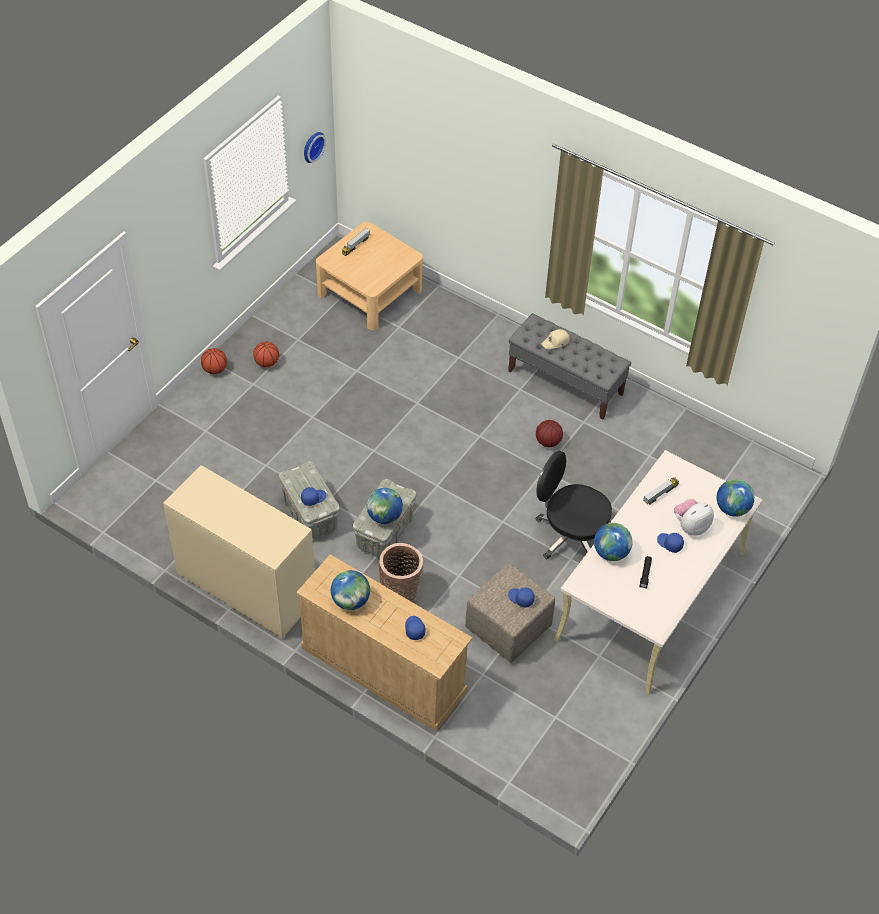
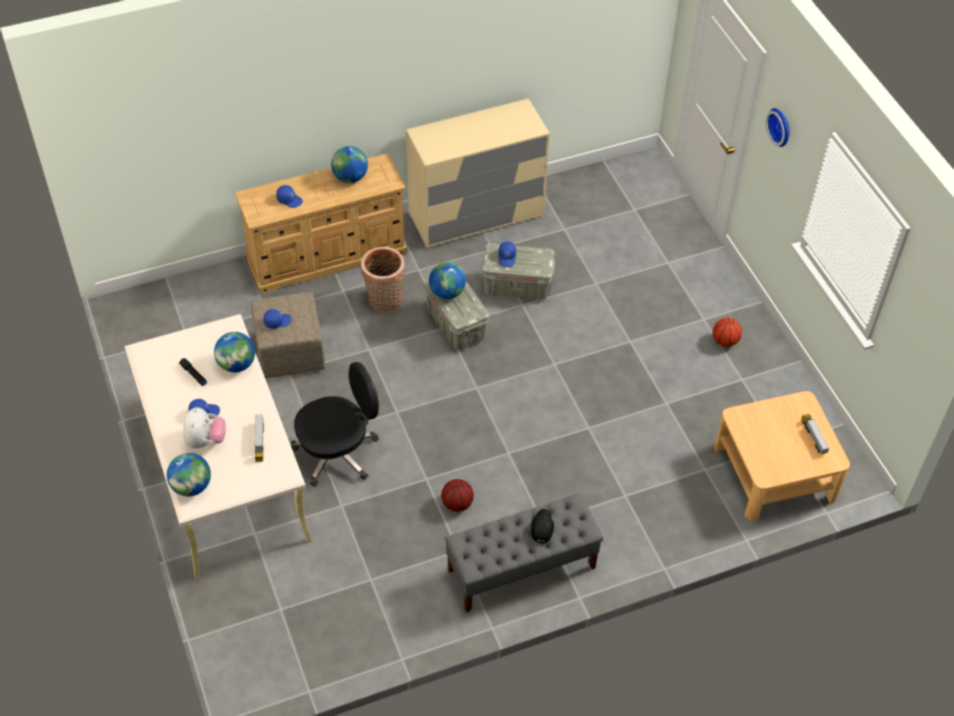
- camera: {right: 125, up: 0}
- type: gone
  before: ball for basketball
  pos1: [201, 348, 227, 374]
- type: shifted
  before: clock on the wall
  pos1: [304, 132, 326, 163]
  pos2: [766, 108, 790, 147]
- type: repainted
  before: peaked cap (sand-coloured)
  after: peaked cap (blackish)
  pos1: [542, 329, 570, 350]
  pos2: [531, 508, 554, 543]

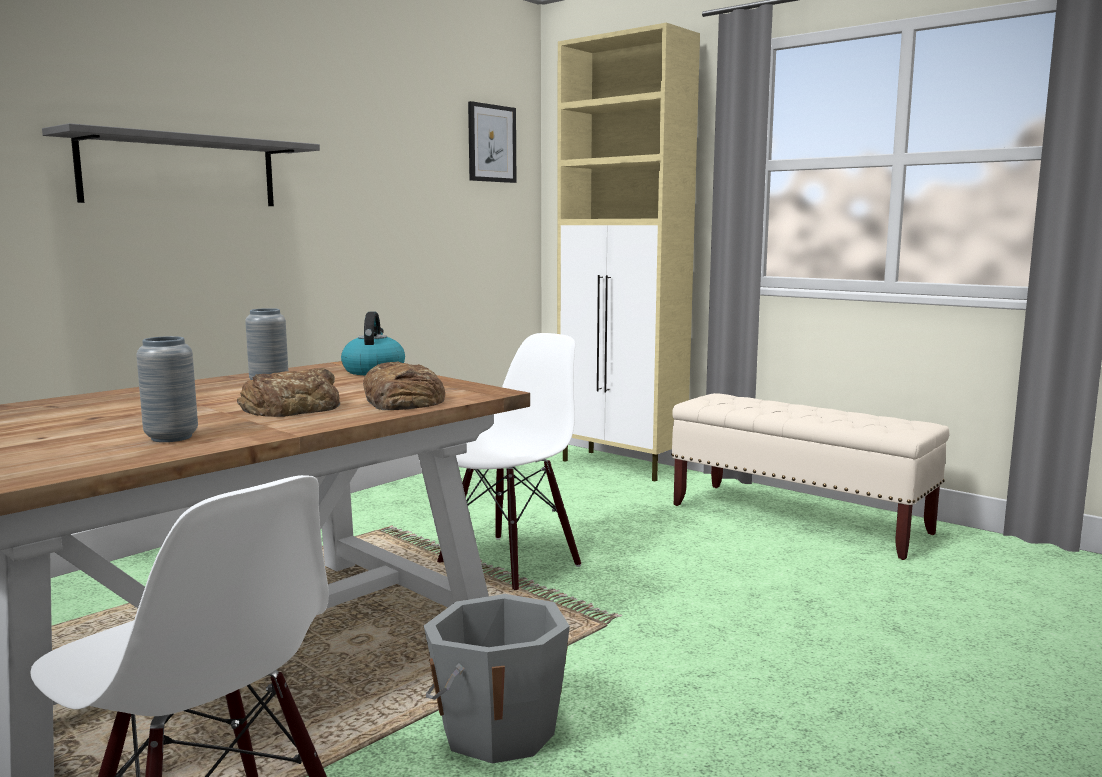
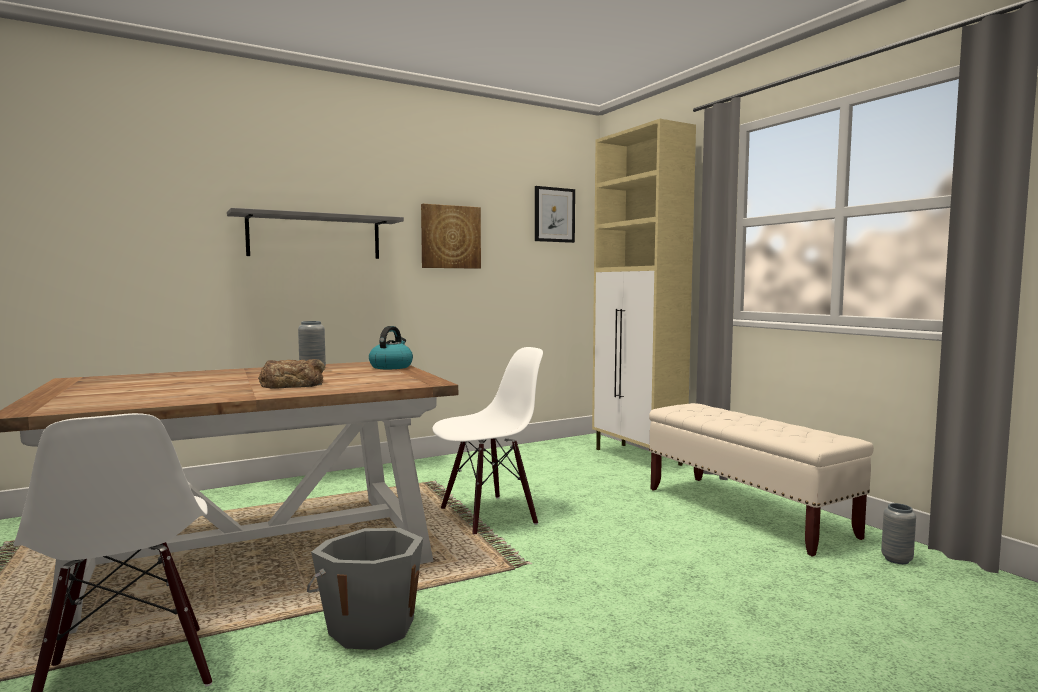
- camera: {right: 20, up: -5}
- type: gone
  before: bakery bread
  pos1: [363, 361, 445, 410]
- type: new
  after: wall picture
  pos2: [421, 204, 481, 269]
- type: shifted
  before: flower vase (gray)
  pos1: [136, 336, 198, 442]
  pos2: [881, 503, 916, 564]

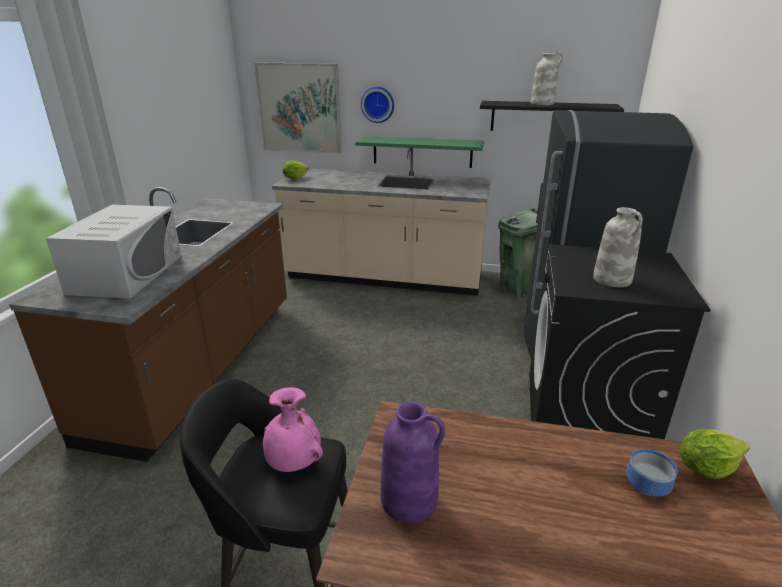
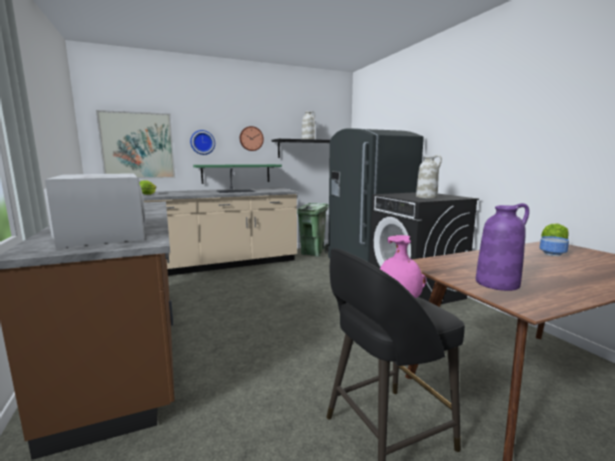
- camera: {right: -35, up: -15}
- type: new
  after: clock on the wall
  pos2: [240, 126, 264, 151]

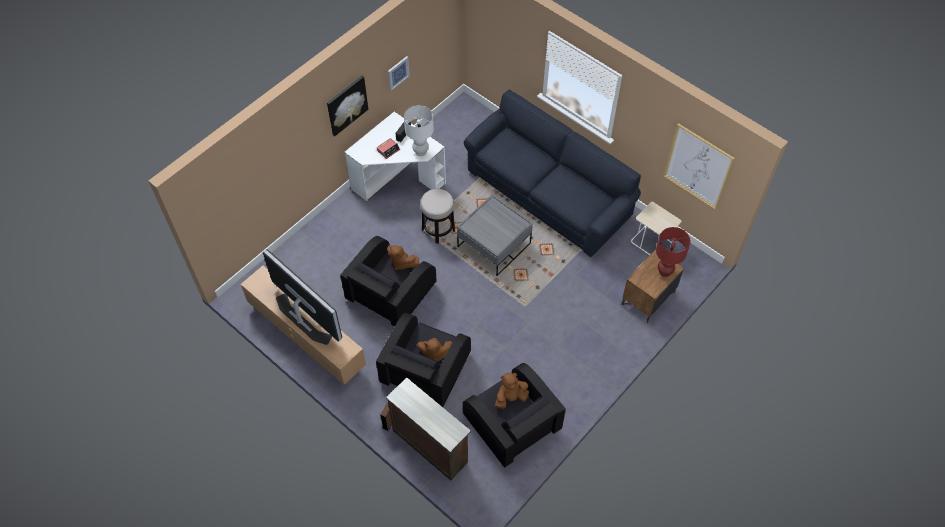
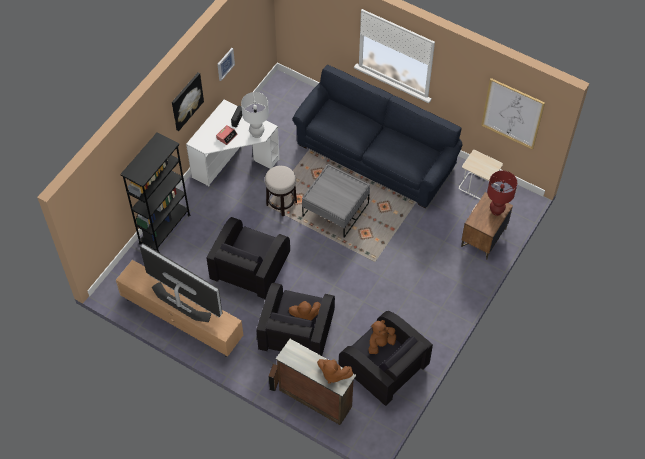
- camera: {right: -10, up: 0}
- type: new
  after: bookshelf (blackish)
  pos2: [120, 132, 191, 253]
- type: shifted
  before: cuddly toy (brownish)
  pos1: [387, 245, 419, 270]
  pos2: [317, 359, 353, 384]

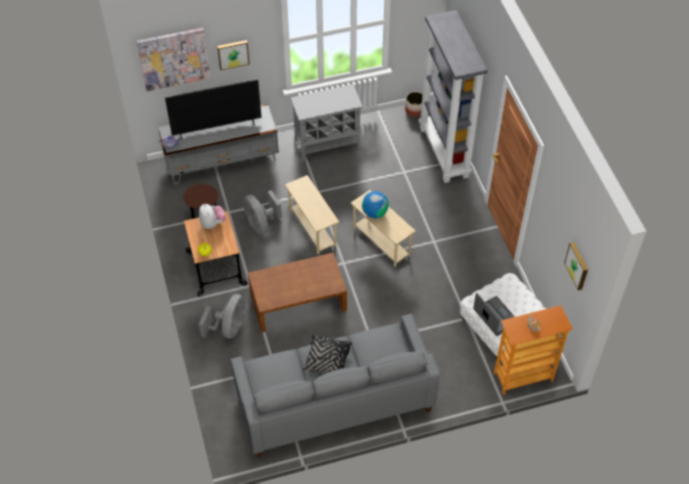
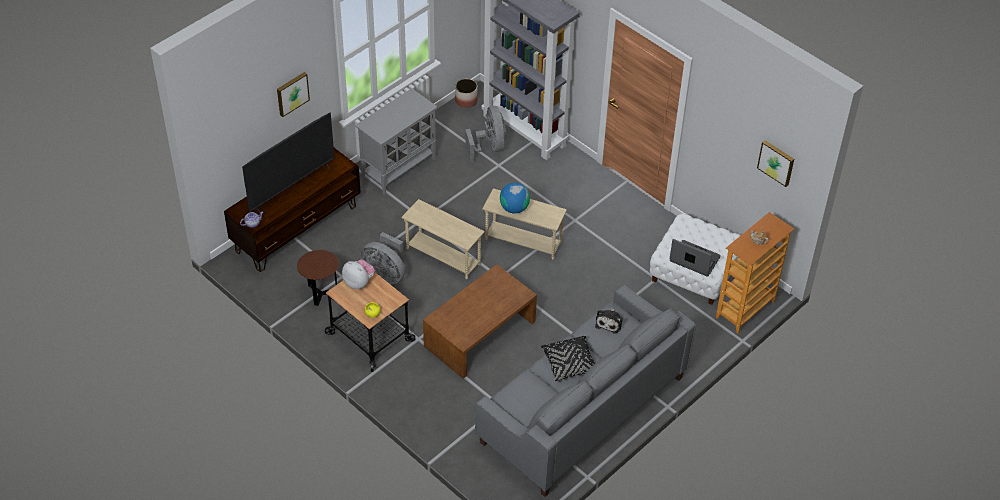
- camera: {right: -30, up: -5}
- type: gone
  before: wall picture
  pos1: [136, 28, 210, 91]
- type: new
  after: cuddly toy
  pos2: [595, 308, 622, 333]
- type: shifted
  before: fan (gray)
  pos1: [199, 294, 245, 338]
  pos2: [466, 106, 506, 163]
- type: repainted
  before: media console (gray)
  after: media console (brownish)
  pos1: [158, 104, 279, 184]
  pos2: [224, 148, 361, 272]

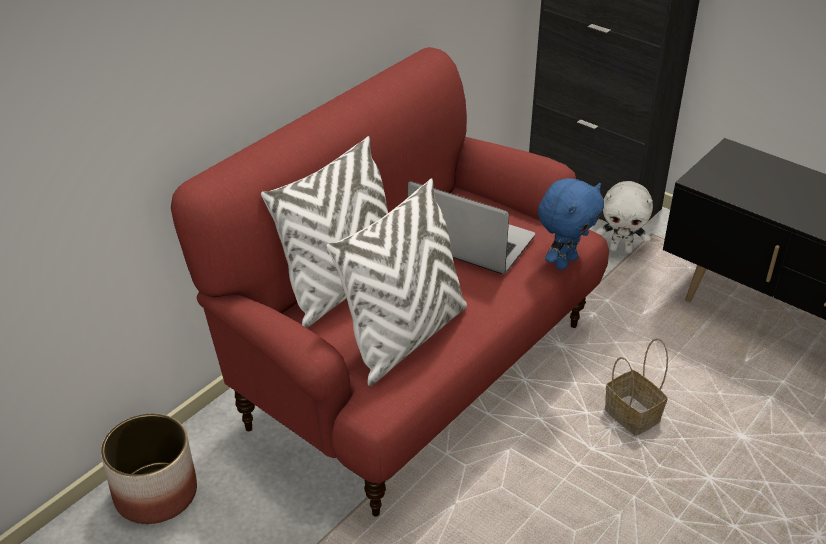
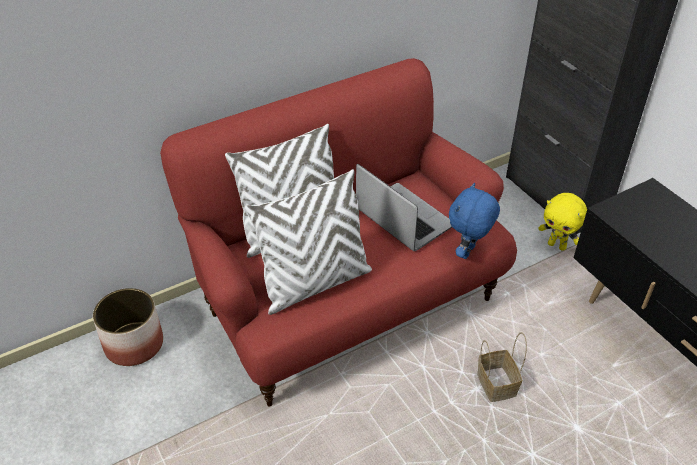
- camera: {right: 20, up: 5}
- type: repainted
  before: cuddly toy (white-coloured)
  after: cuddly toy (yellow-coloured)
  pos1: [596, 181, 653, 254]
  pos2: [538, 193, 587, 251]
- type: rotated
  before: cuddly toy (blue-coloured)
  pos1: [538, 178, 604, 270]
  pos2: [449, 183, 500, 259]
  turn: 150

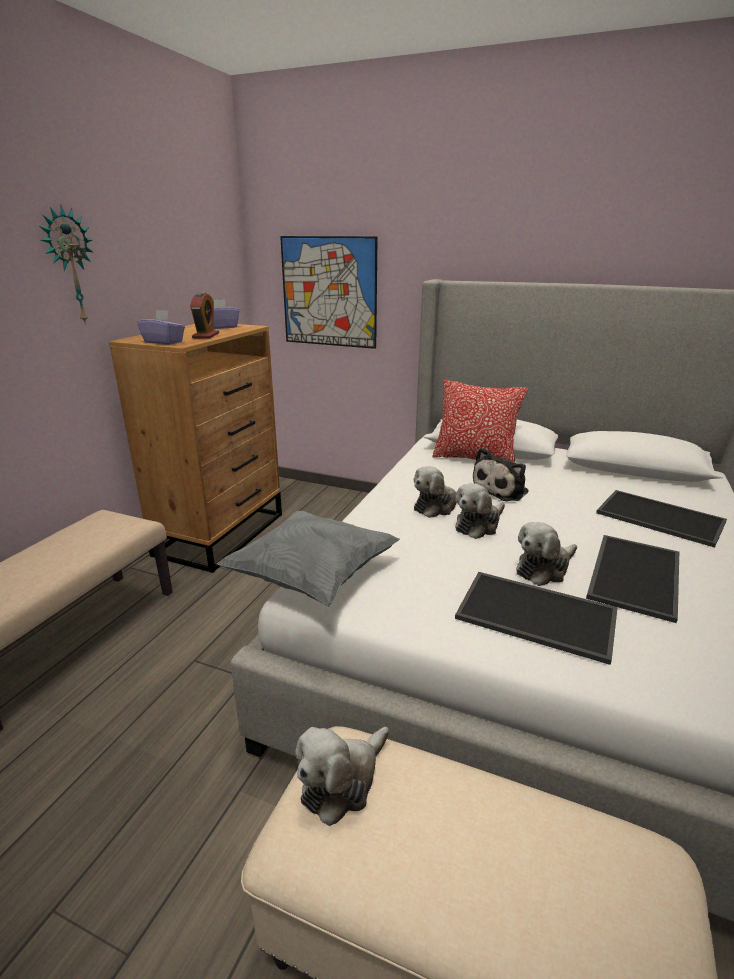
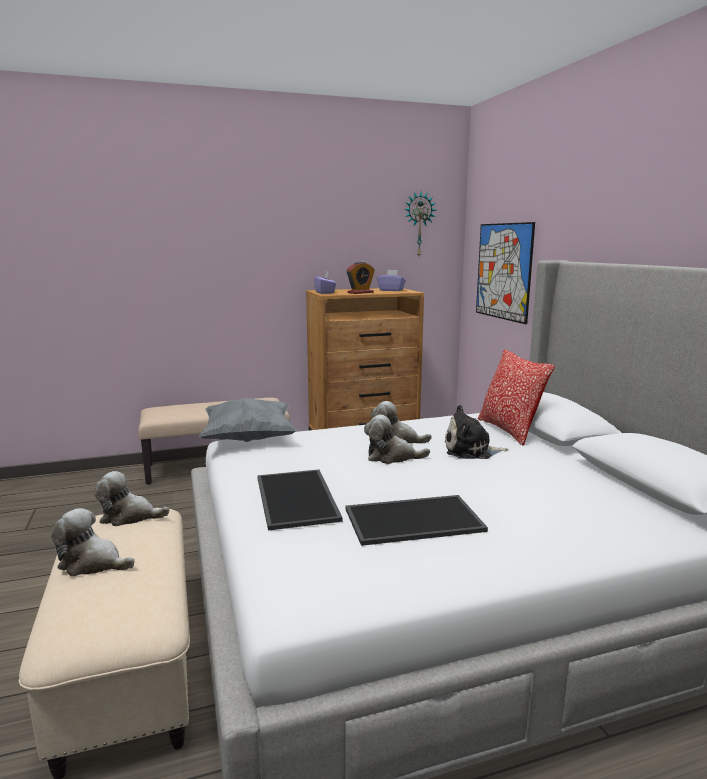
- camera: {right: 50, up: -10}
- type: gone
  before: tray
  pos1: [596, 490, 727, 548]
- type: shifted
  before: clock on the wall
  pos1: [39, 205, 94, 324]
  pos2: [404, 191, 436, 256]
- type: shifted
  before: cuddly toy
  pos1: [516, 522, 577, 586]
  pos2: [51, 508, 135, 576]

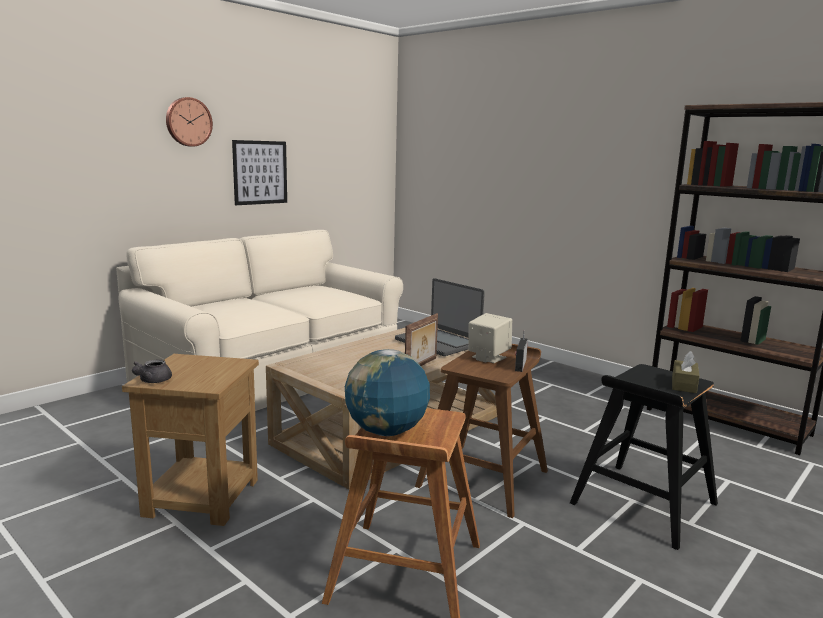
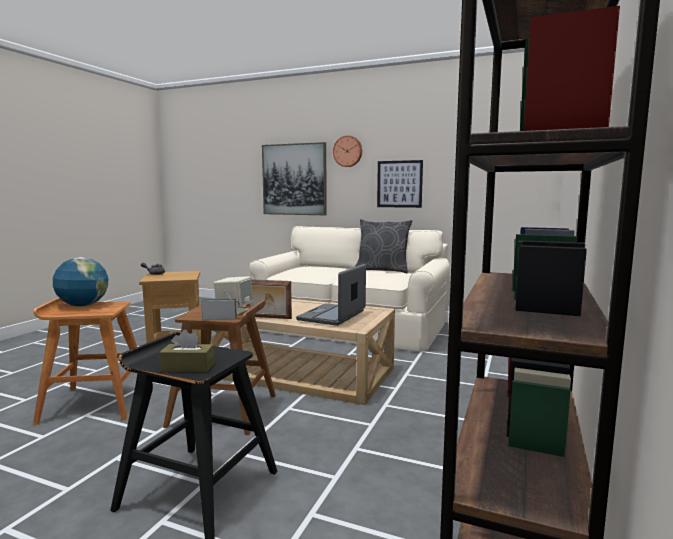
- camera: {right: 70, up: -5}
- type: new
  after: wall picture
  pos2: [262, 142, 327, 215]
- type: new
  after: cushion (gray)
  pos2: [355, 219, 412, 274]

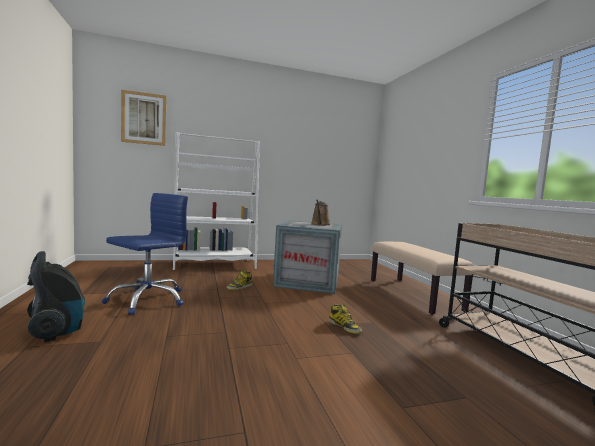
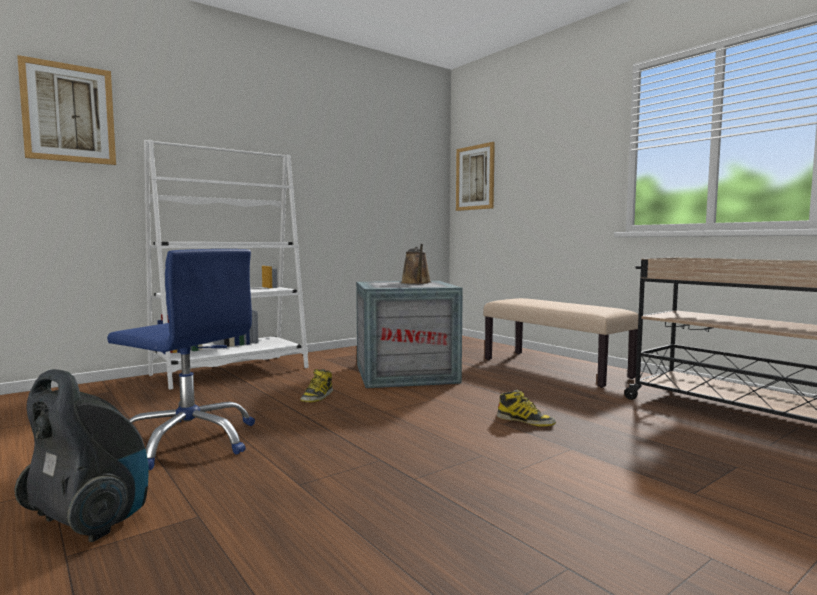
- camera: {right: -20, up: 0}
- type: new
  after: wall picture
  pos2: [456, 142, 495, 211]
- type: rotated
  before: desk chair (blue-coloured)
  pos1: [102, 193, 188, 315]
  pos2: [107, 249, 255, 470]
  turn: 105

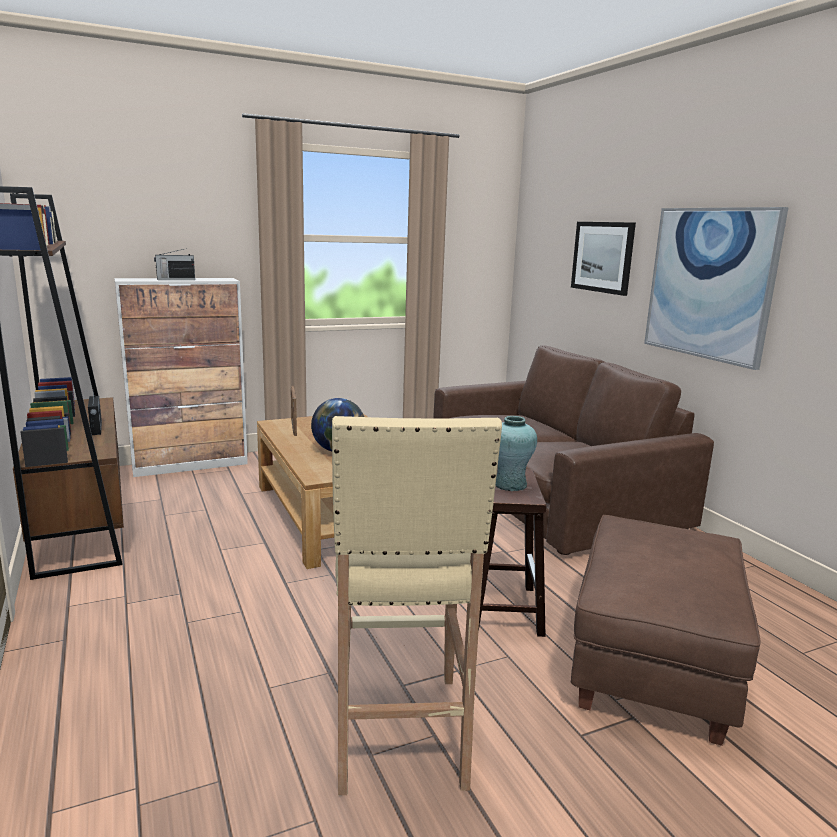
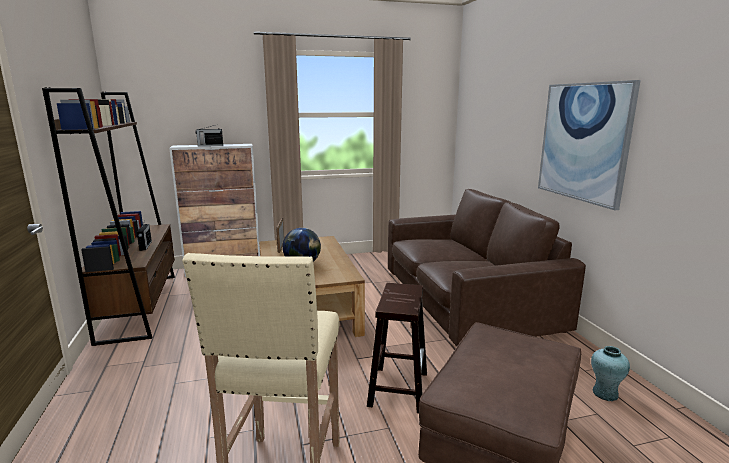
- camera: {right: 10, up: 0}
- type: gone
  before: wall picture
  pos1: [571, 222, 636, 296]
- type: shifted
  before: flower vase (blue-green)
  pos1: [495, 416, 537, 491]
  pos2: [591, 346, 630, 401]

